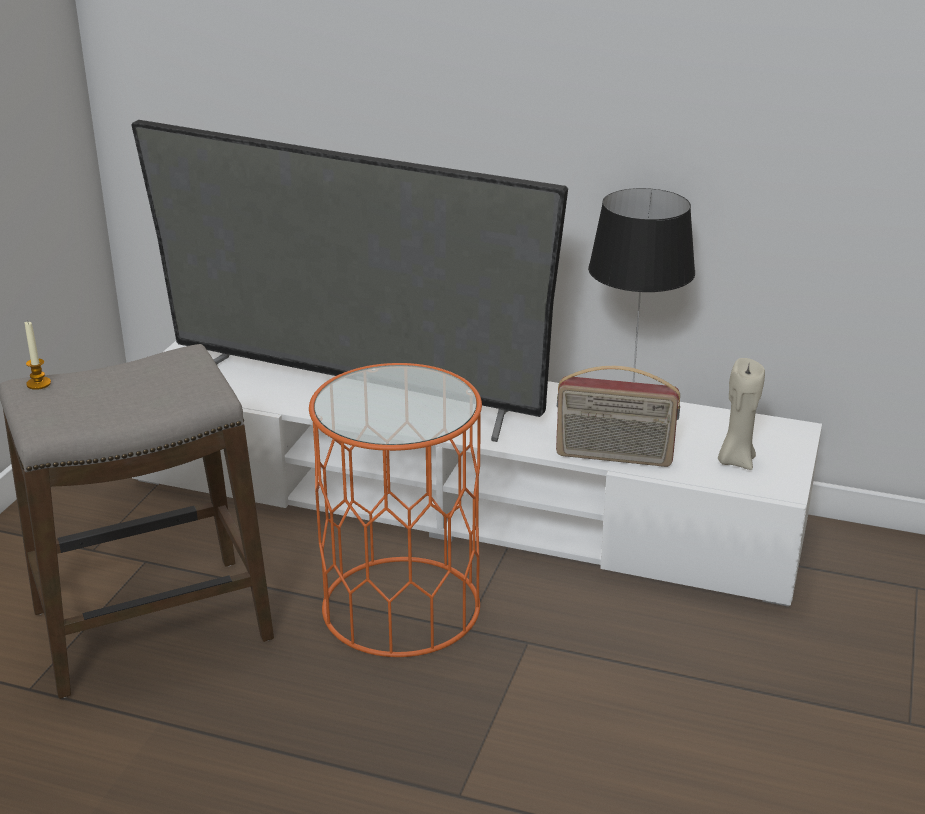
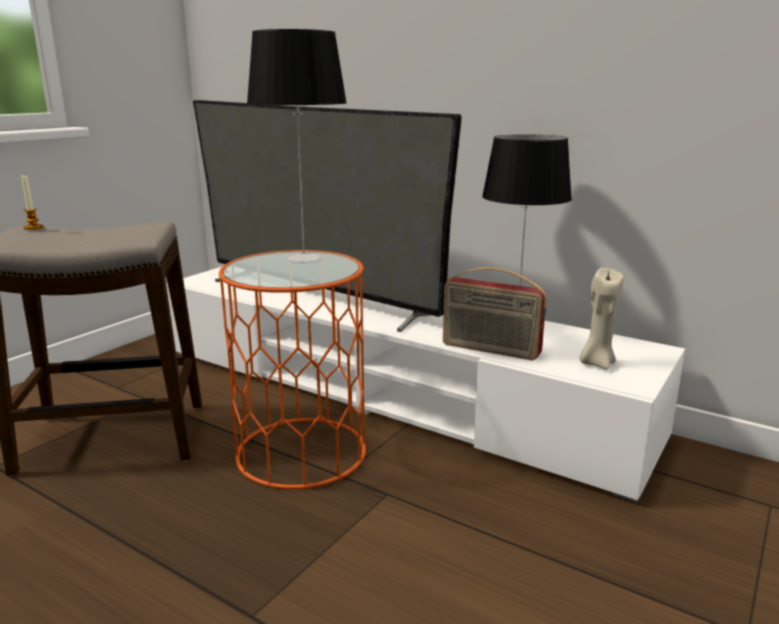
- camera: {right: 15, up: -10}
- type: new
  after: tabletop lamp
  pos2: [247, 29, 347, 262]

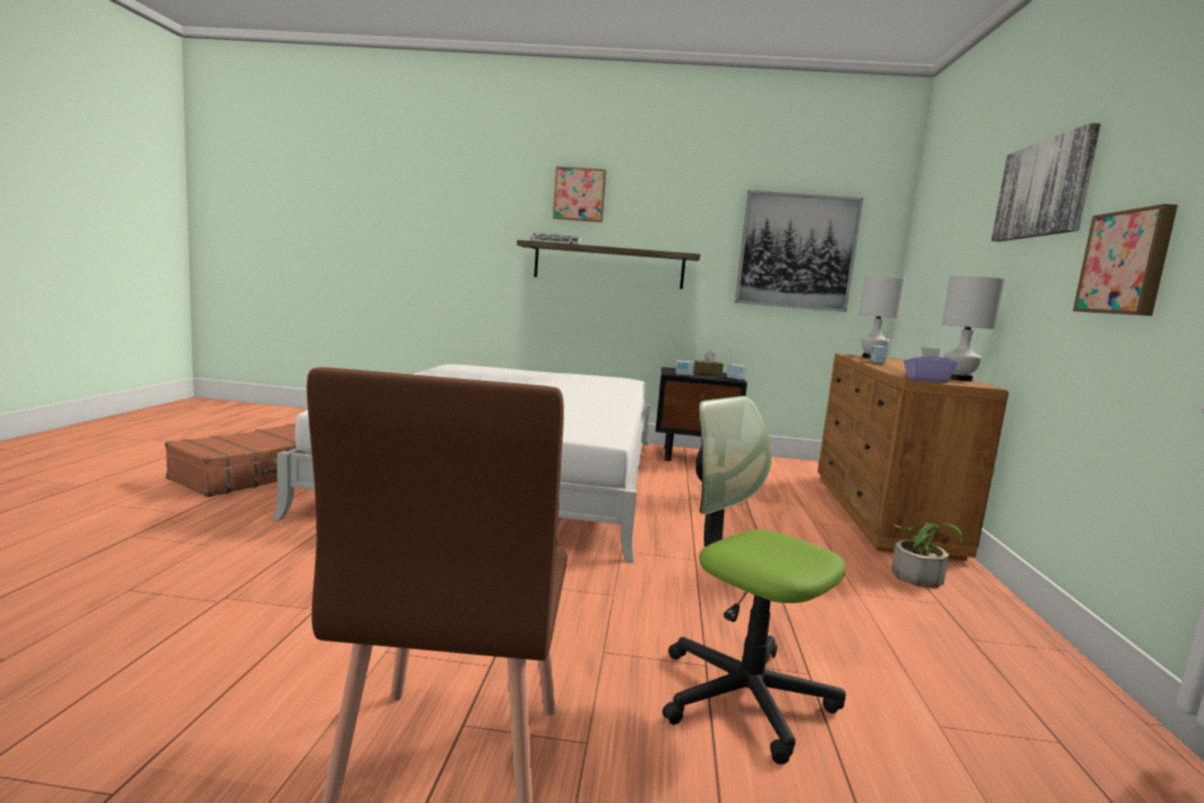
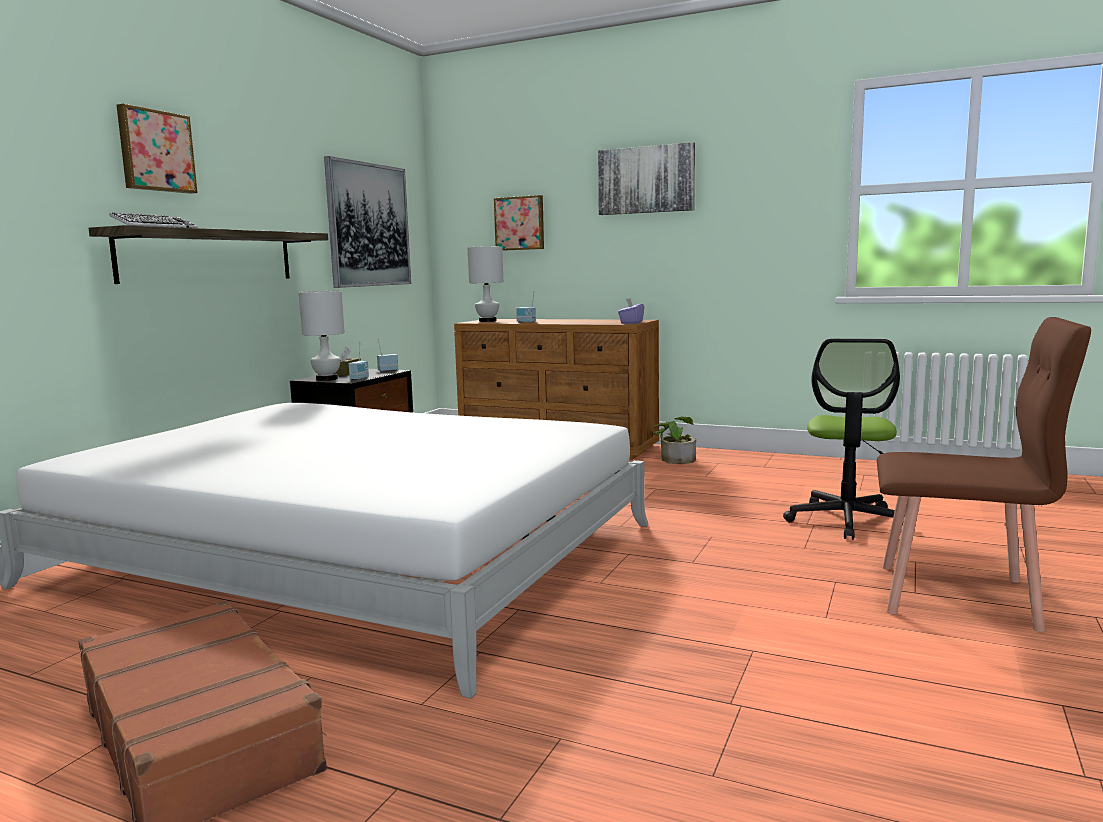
- camera: {right: -70, up: 0}
- type: shifted
  before: tabletop lamp (white-coloured)
  pos1: [942, 275, 1005, 381]
  pos2: [299, 291, 345, 381]
- type: shifted
  before: wall picture
  pos1: [1073, 204, 1178, 316]
  pos2: [494, 195, 544, 251]
- type: rotated
  before: desk chair
  pos1: [662, 396, 846, 764]
  pos2: [783, 339, 916, 540]
  turn: -45

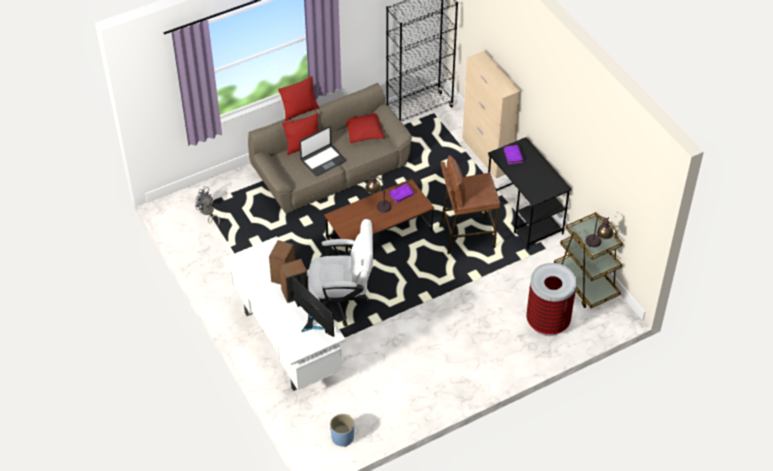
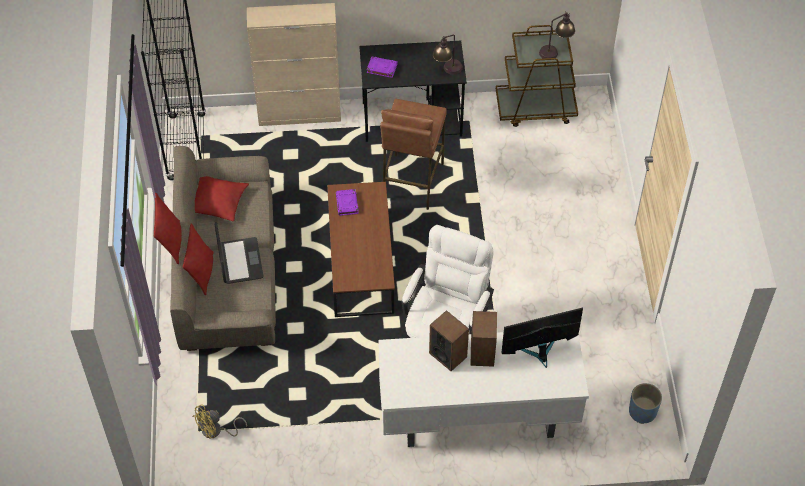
- camera: {right: -65, up: 5}
- type: gone
  before: trash can
  pos1: [526, 263, 577, 336]
- type: shifted
  before: tabletop lamp
  pos1: [365, 174, 392, 213]
  pos2: [433, 35, 463, 74]
- type: repainted
  before: fan (gray)
  after: fan (yellow-coloured)
  pos1: [195, 186, 220, 226]
  pos2: [192, 404, 247, 438]

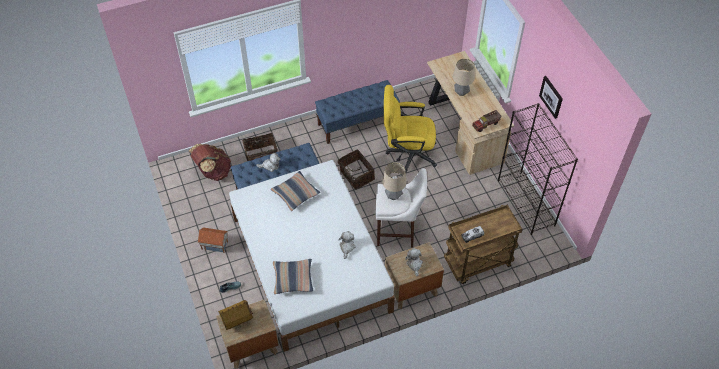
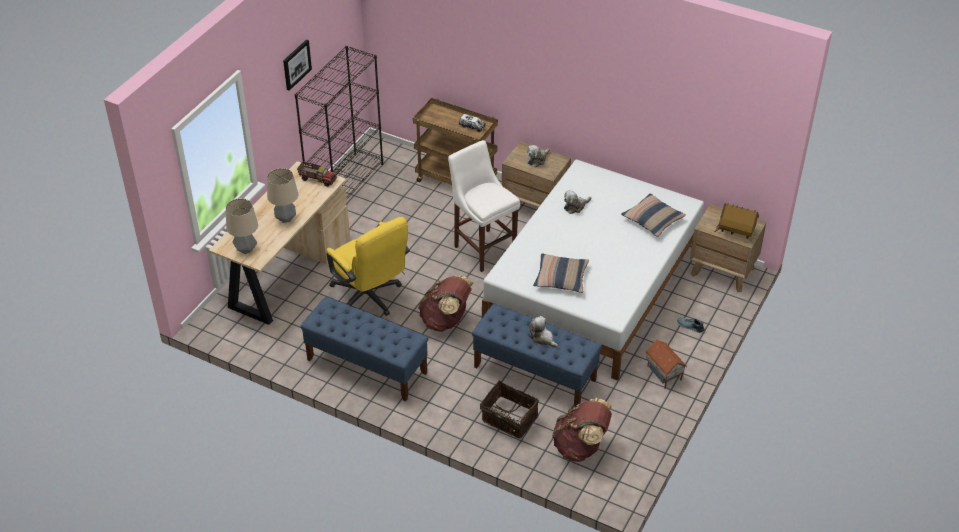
- camera: {right: -130, up: -10}
- type: shifted
  before: tabletop lamp
  pos1: [382, 162, 406, 200]
  pos2: [226, 198, 258, 254]
- type: swapped
  before: household basket
  after: knapsack (brownish)
  pos1: [338, 149, 375, 190]
  pos2: [418, 275, 474, 332]

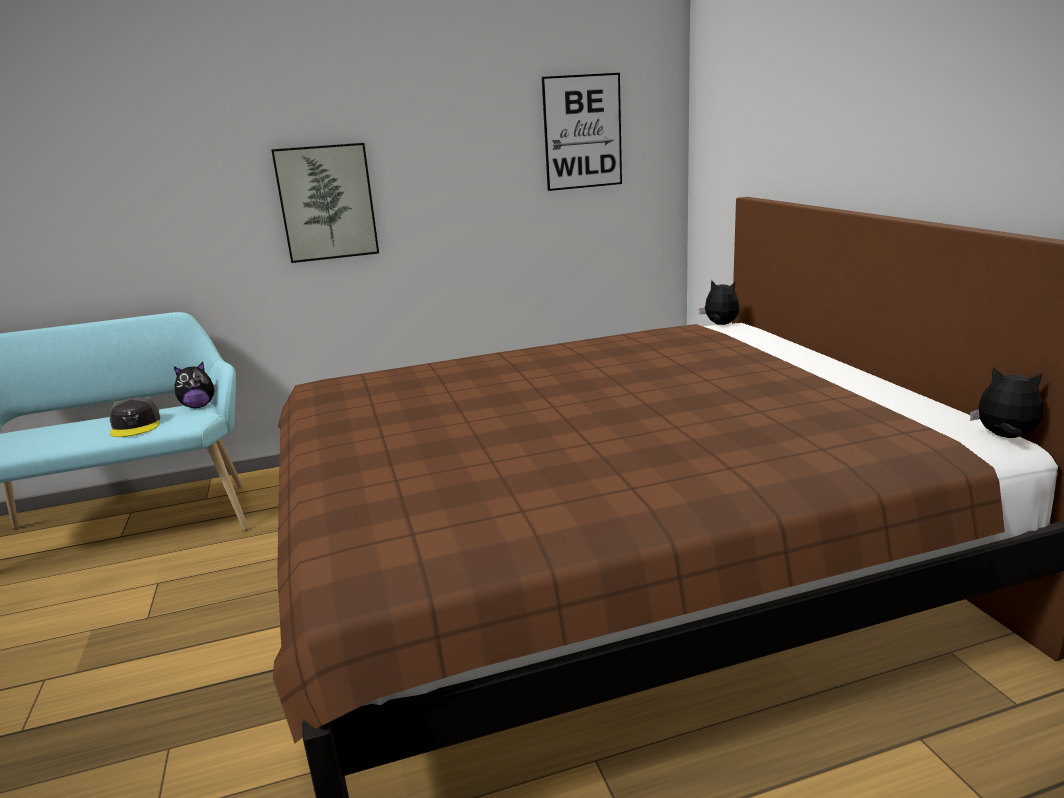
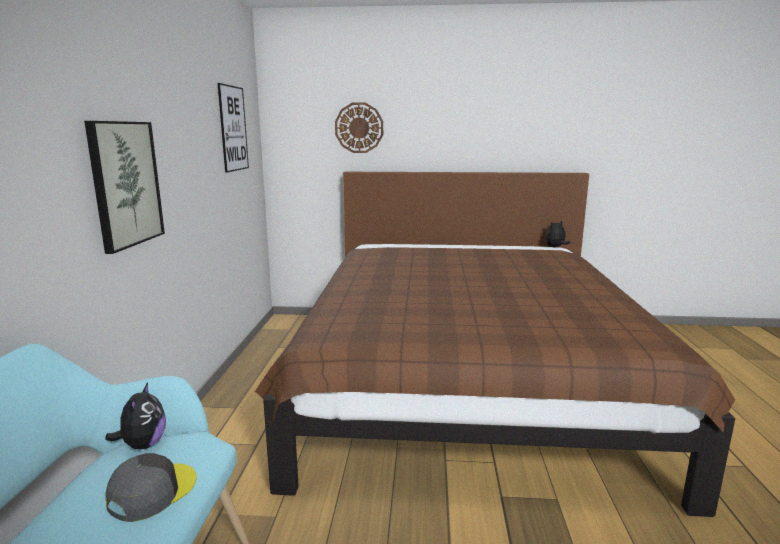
- camera: {right: -70, up: -5}
- type: gone
  before: cuddly toy
  pos1: [699, 280, 740, 325]
- type: new
  after: clock on the wall
  pos2: [335, 102, 383, 153]
- type: rotated
  before: peaked cap (gray)
  pos1: [110, 397, 160, 437]
  pos2: [105, 453, 197, 522]
  turn: -60

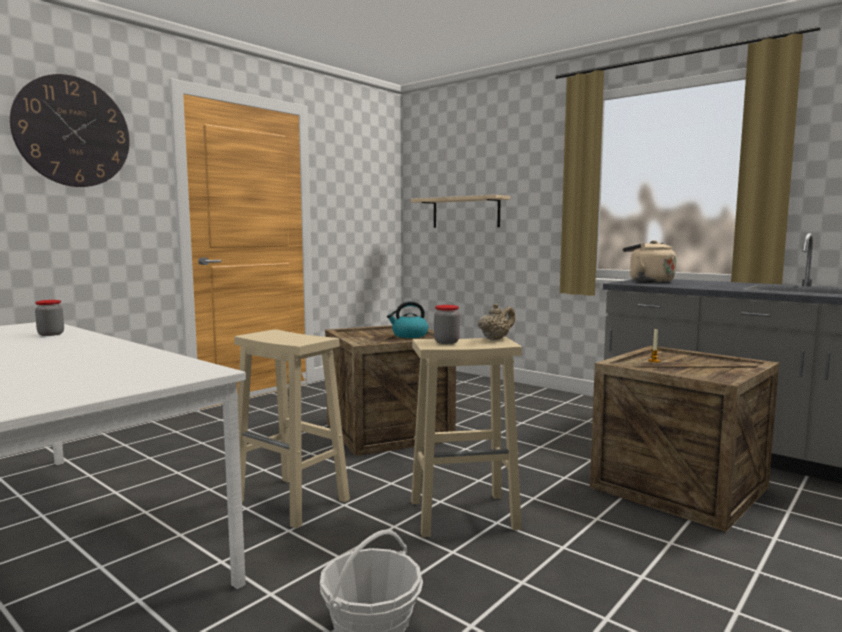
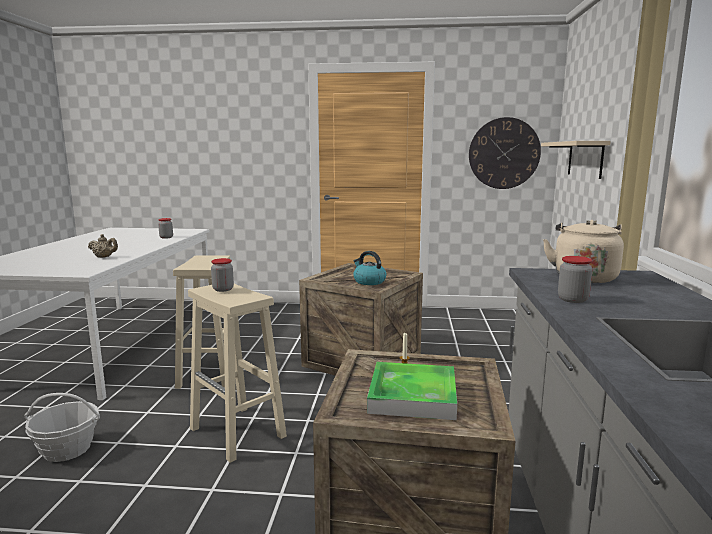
- camera: {right: 55, up: 5}
- type: new
  after: tray
  pos2: [367, 362, 457, 420]
- type: new
  after: storage jar
  pos2: [558, 256, 593, 303]
- type: shifted
  before: clock on the wall
  pos1: [10, 74, 130, 187]
  pos2: [469, 117, 541, 189]
- type: shifted
  before: tea pot (sand-coloured)
  pos1: [478, 303, 515, 340]
  pos2: [88, 234, 118, 258]

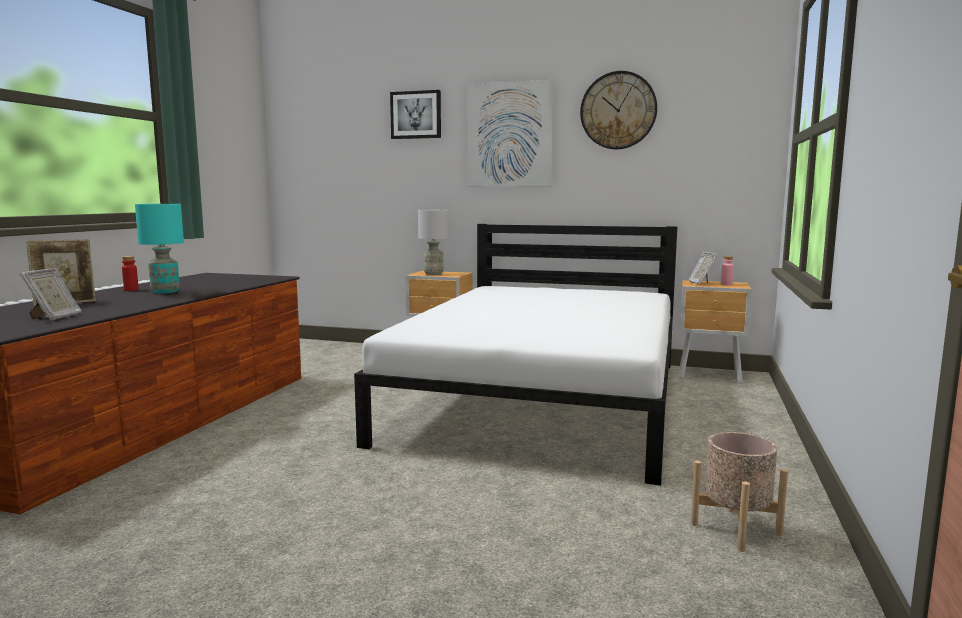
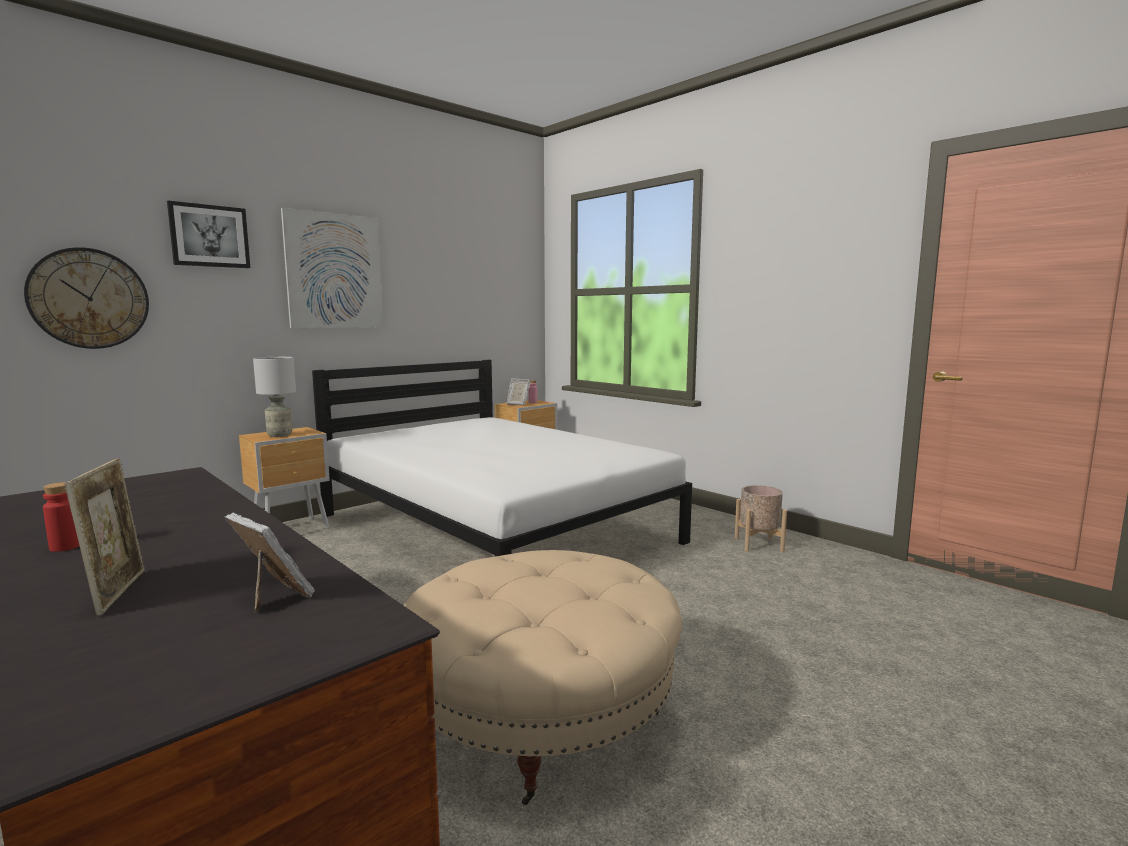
- camera: {right: -60, up: 0}
- type: gone
  before: tabletop lamp (blue-green)
  pos1: [135, 204, 184, 294]
- type: new
  after: pouffe (sand-coloured)
  pos2: [403, 550, 682, 805]
- type: shifted
  before: clock on the wall
  pos1: [580, 71, 657, 149]
  pos2: [24, 247, 149, 349]

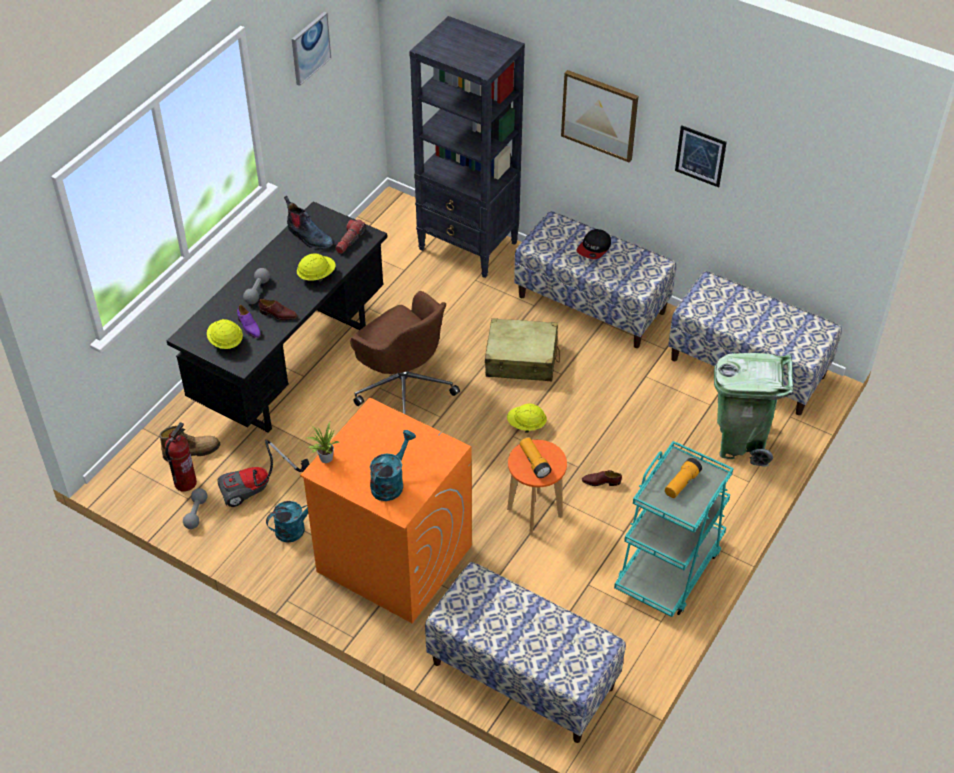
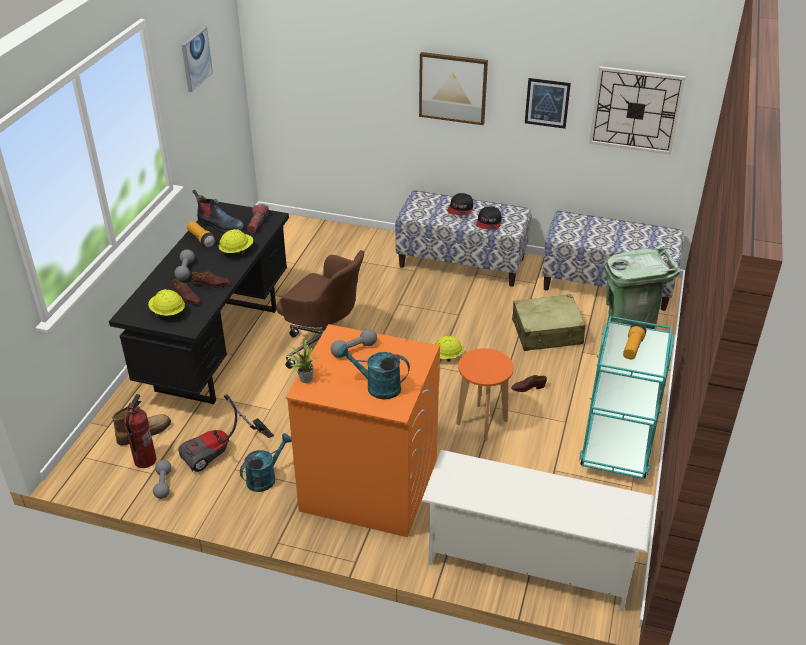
- camera: {right: -15, up: -10}
- type: gone
  before: bookshelf (blackish)
  pos1: [409, 16, 525, 278]
- type: new
  after: dumbbell (gray)
  pos2: [331, 329, 377, 358]
- type: new
  after: peaked cap
  pos2: [476, 206, 502, 229]
- type: new
  after: clock on the wall
  pos2: [589, 66, 686, 155]
- type: shifted
  before: travel case (sand-coloured)
  pos1: [485, 318, 560, 381]
  pos2: [512, 294, 586, 351]
- type: shifted
  before: hand torch
  pos1: [520, 437, 551, 478]
  pos2: [187, 221, 216, 248]
- type: swapped
  before: long seat
  after: shoe stand (white-coloured)
  pos1: [425, 562, 626, 743]
  pos2: [421, 450, 654, 612]
- type: repainted
  before: shoe (purple-coloured)
  after: shoe (brownish)
  pos1: [237, 305, 261, 338]
  pos2: [172, 279, 200, 305]
- type: rotated
  before: sprinkling can (blue-green)
  pos1: [370, 430, 416, 501]
  pos2: [337, 345, 410, 400]
  turn: -90

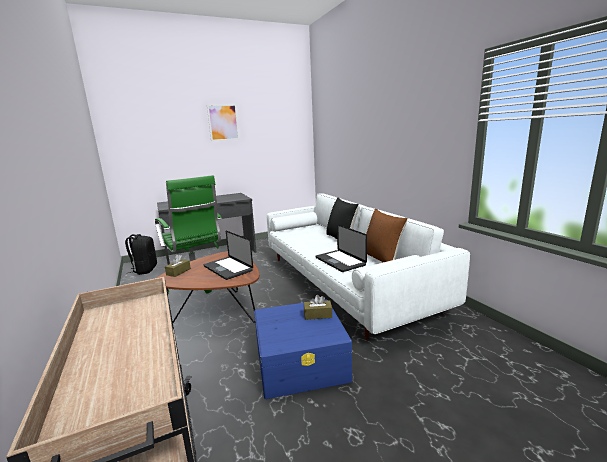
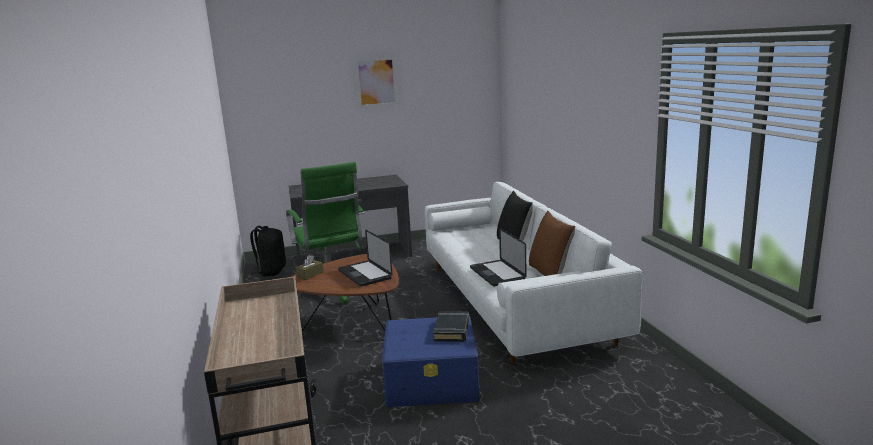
- camera: {right: 10, up: 0}
- type: swapped
  before: tissue box (brownish)
  after: bound book (blackish)
  pos1: [304, 295, 332, 320]
  pos2: [433, 311, 469, 342]

